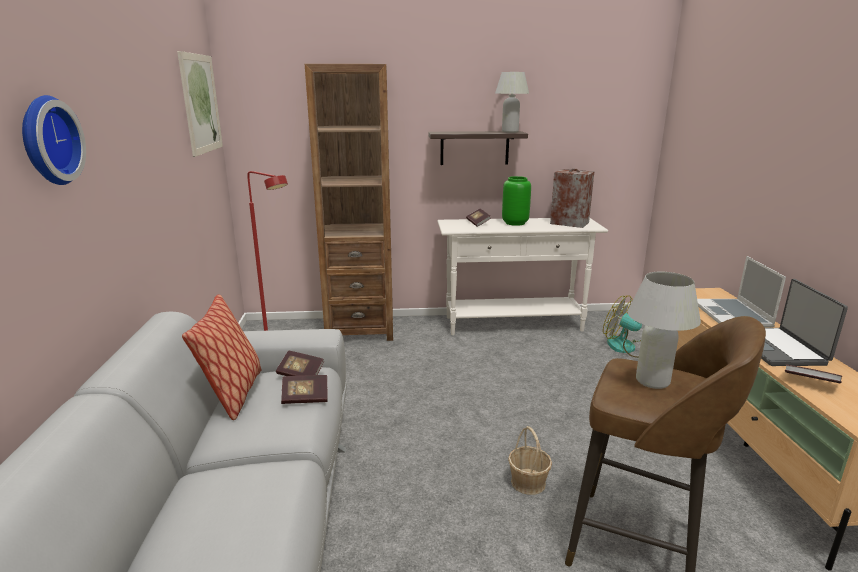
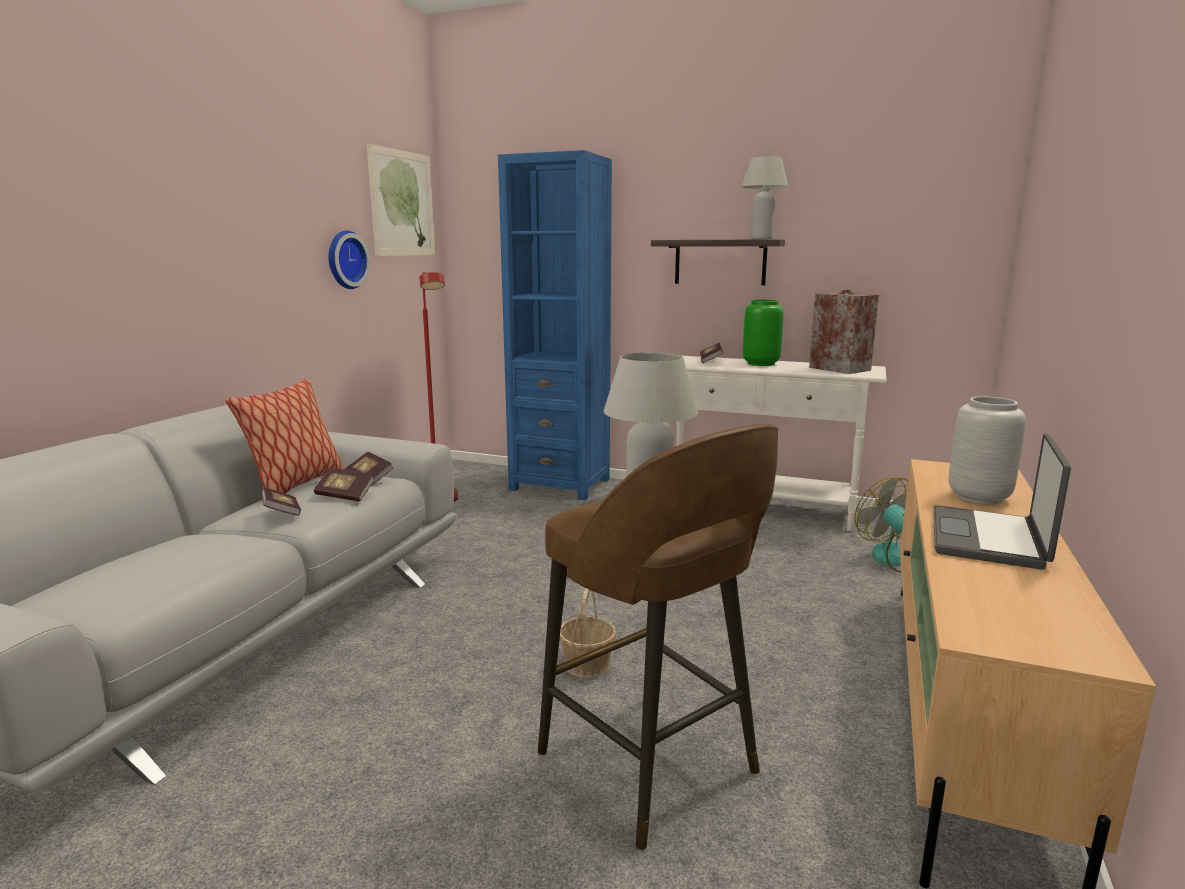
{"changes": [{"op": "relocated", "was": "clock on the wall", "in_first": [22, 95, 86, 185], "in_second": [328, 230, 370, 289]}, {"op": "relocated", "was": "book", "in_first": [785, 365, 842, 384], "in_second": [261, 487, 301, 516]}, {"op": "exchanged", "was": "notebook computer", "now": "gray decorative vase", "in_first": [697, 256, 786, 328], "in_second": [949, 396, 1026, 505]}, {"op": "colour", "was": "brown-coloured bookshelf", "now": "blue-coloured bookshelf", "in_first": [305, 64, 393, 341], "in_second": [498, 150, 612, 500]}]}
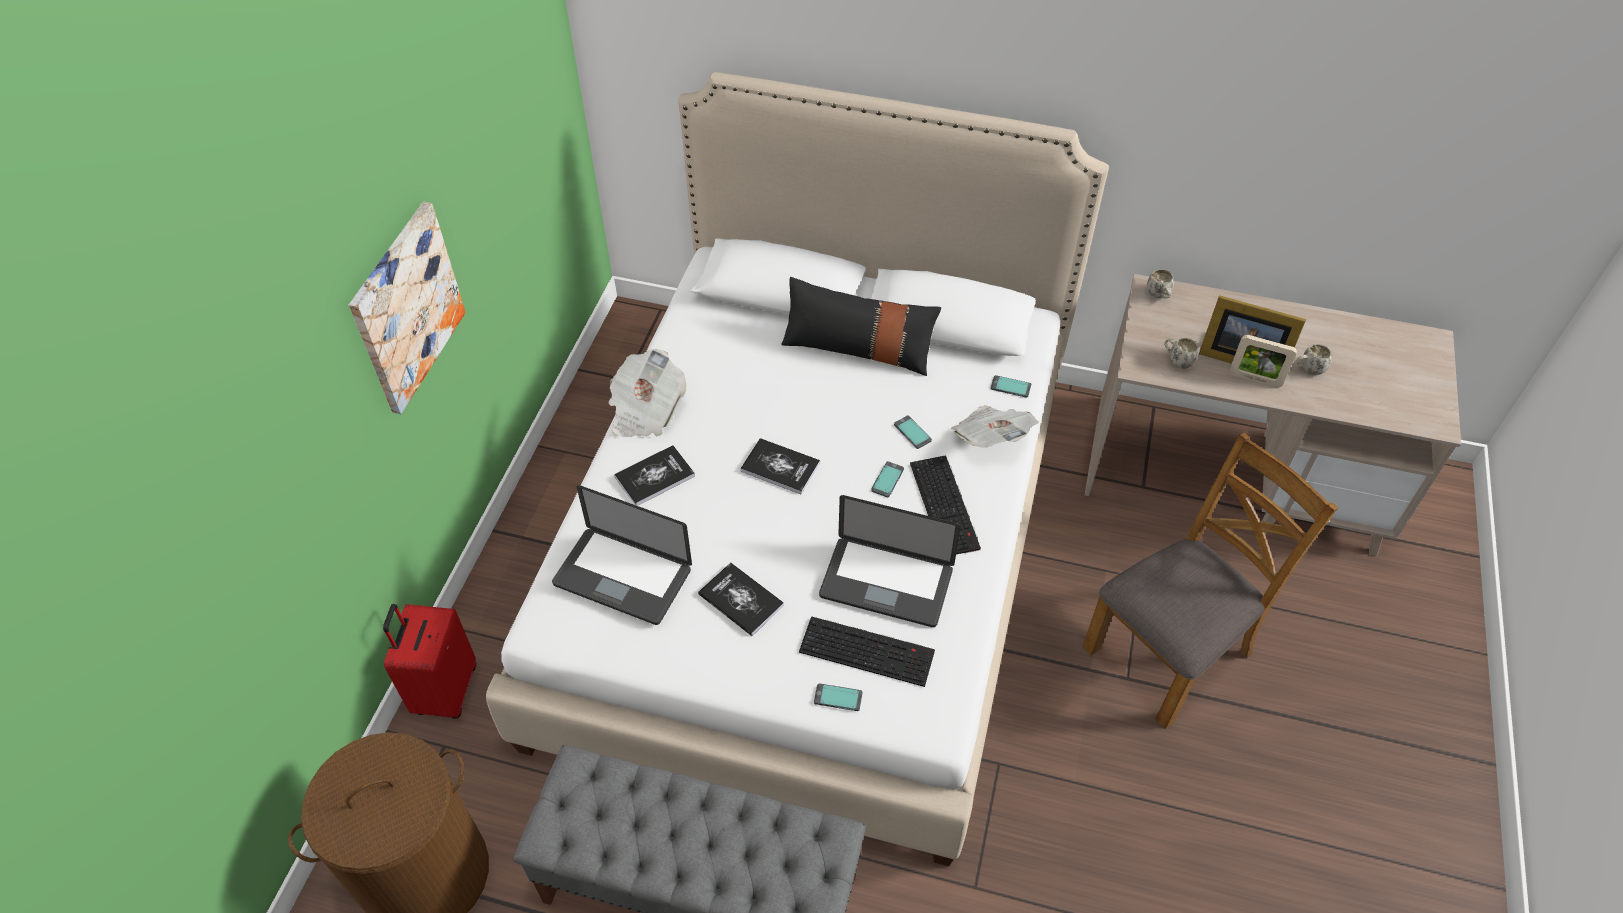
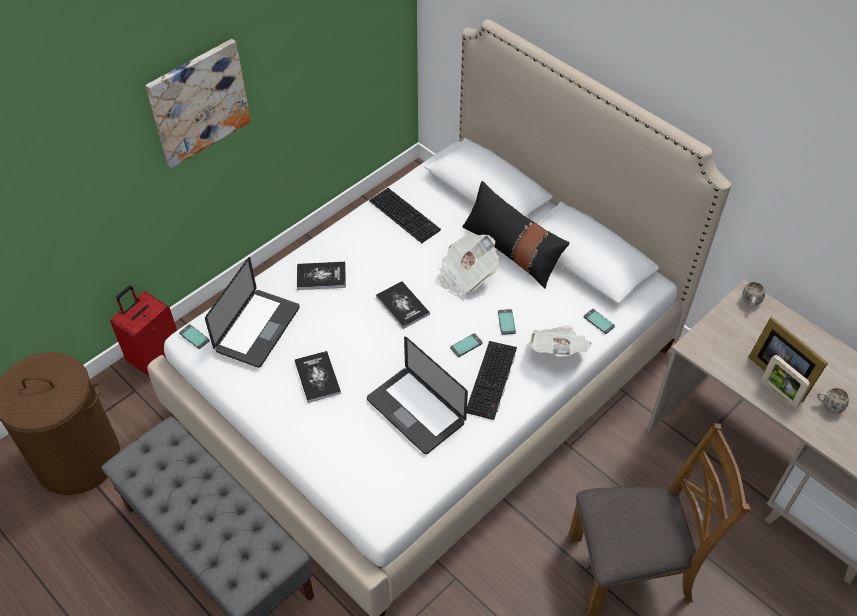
{"changes": [{"op": "missing", "was": "white-coloured tea mug", "in_first": [1164, 338, 1199, 369]}, {"op": "relocated", "was": "newspaper", "in_first": [609, 349, 687, 437], "in_second": [435, 232, 499, 296]}, {"op": "relocated", "was": "computer keyboard", "in_first": [799, 616, 935, 687], "in_second": [369, 188, 441, 243]}, {"op": "relocated", "was": "handset", "in_first": [814, 683, 863, 711], "in_second": [179, 324, 210, 349]}, {"op": "spun", "was": "notebook computer", "in_first": [552, 485, 692, 625], "in_second": [205, 257, 300, 368], "clockwise": -120}]}
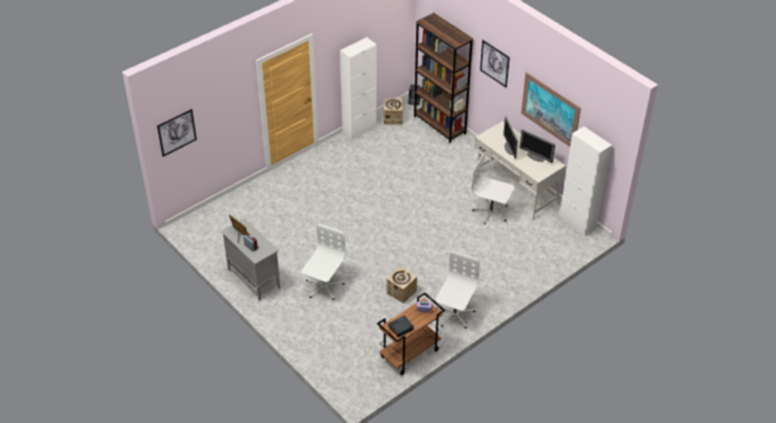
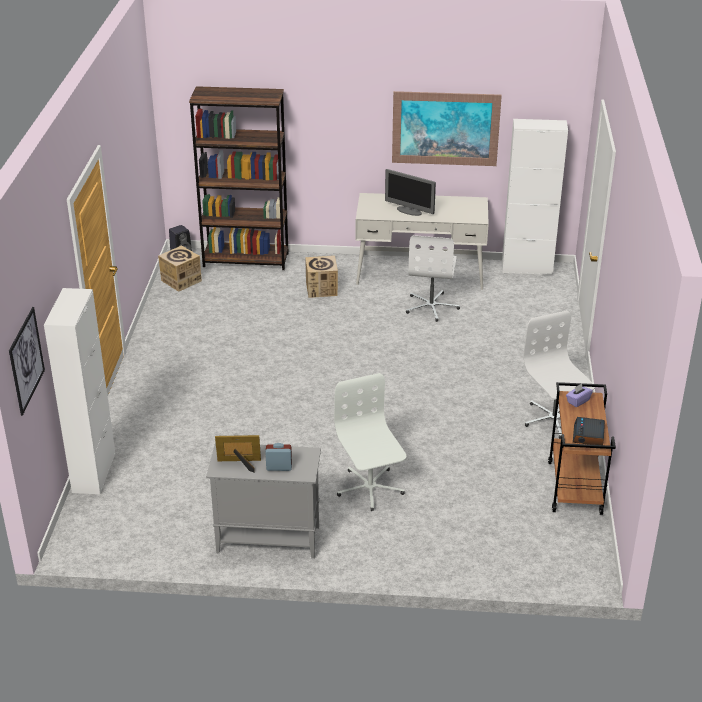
{"changes": [{"op": "missing", "was": "picture", "in_first": [480, 40, 510, 88]}, {"op": "missing", "was": "computer screen", "in_first": [519, 129, 555, 163]}, {"op": "relocated", "was": "white-coloured cabinet", "in_first": [340, 37, 377, 140], "in_second": [44, 288, 115, 495]}, {"op": "relocated", "was": "packing box", "in_first": [386, 267, 417, 303], "in_second": [305, 256, 338, 298]}, {"op": "spun", "was": "white-coloured computer chair", "in_first": [471, 153, 514, 224], "in_second": [406, 235, 460, 322], "clockwise": -60}]}
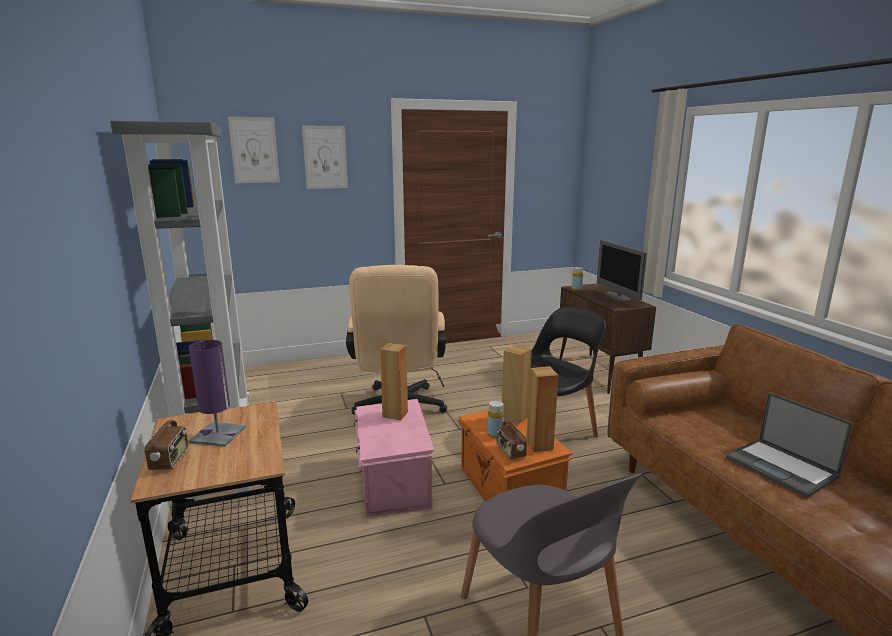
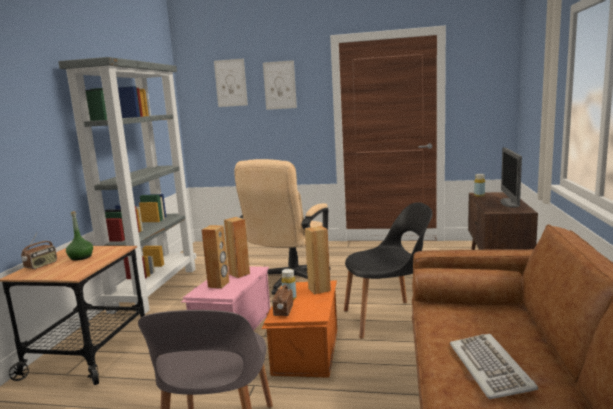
{"changes": [{"op": "relocated", "was": "brown-coloured loudspeaker", "in_first": [527, 366, 559, 452], "in_second": [202, 225, 229, 289]}, {"op": "exchanged", "was": "purple table lamp", "now": "greenish beverage bottle", "in_first": [189, 340, 246, 447], "in_second": [66, 211, 93, 261]}, {"op": "exchanged", "was": "notebook computer", "now": "computer keyboard", "in_first": [726, 392, 854, 498], "in_second": [450, 334, 538, 399]}]}
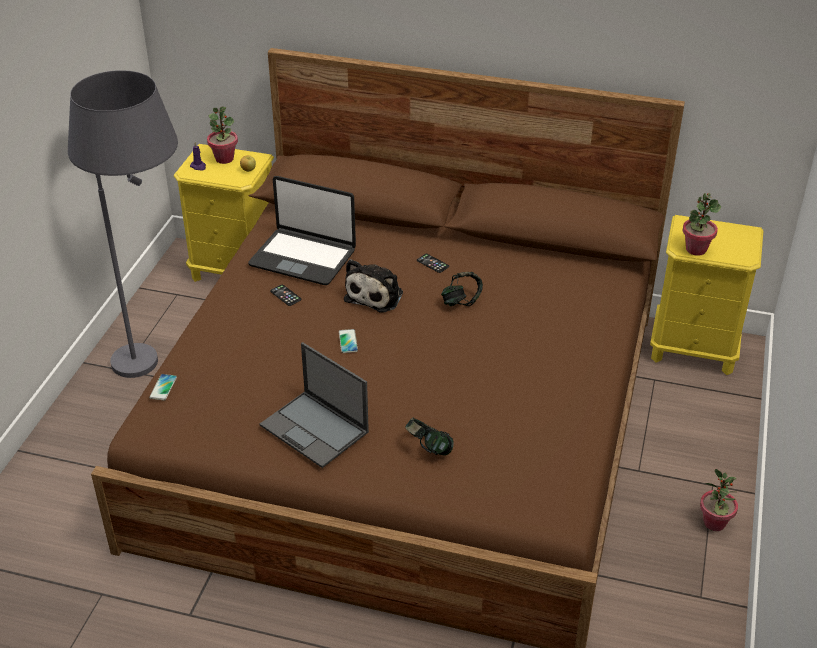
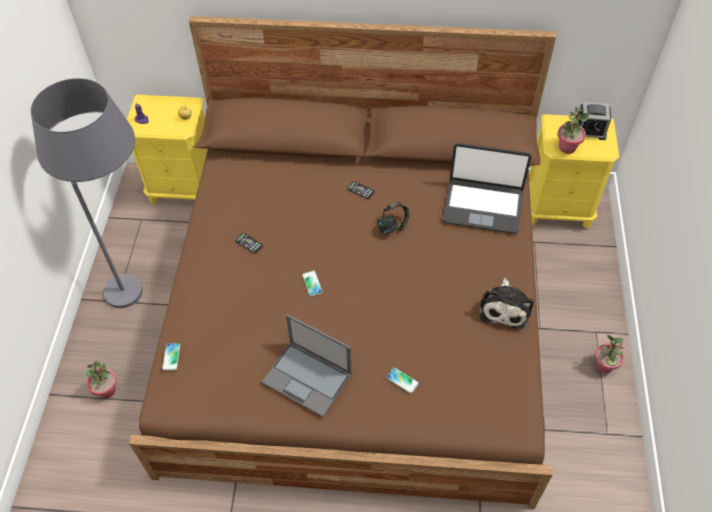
{"changes": [{"op": "appeared", "now": "bedside clock", "in_second": [578, 102, 611, 140]}, {"op": "relocated", "was": "houseplant", "in_first": [207, 106, 238, 164], "in_second": [84, 361, 117, 398]}, {"op": "relocated", "was": "notebook computer", "in_first": [248, 176, 356, 285], "in_second": [443, 143, 531, 234]}, {"op": "relocated", "was": "plush toy", "in_first": [344, 259, 403, 313], "in_second": [480, 278, 534, 330]}, {"op": "exchanged", "was": "pair of headphones", "now": "handset", "in_first": [405, 418, 454, 456], "in_second": [386, 367, 419, 394]}]}
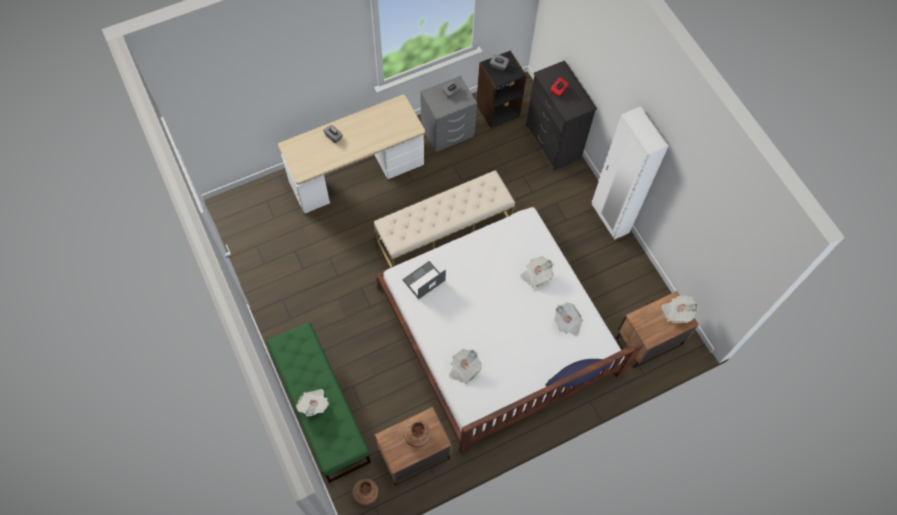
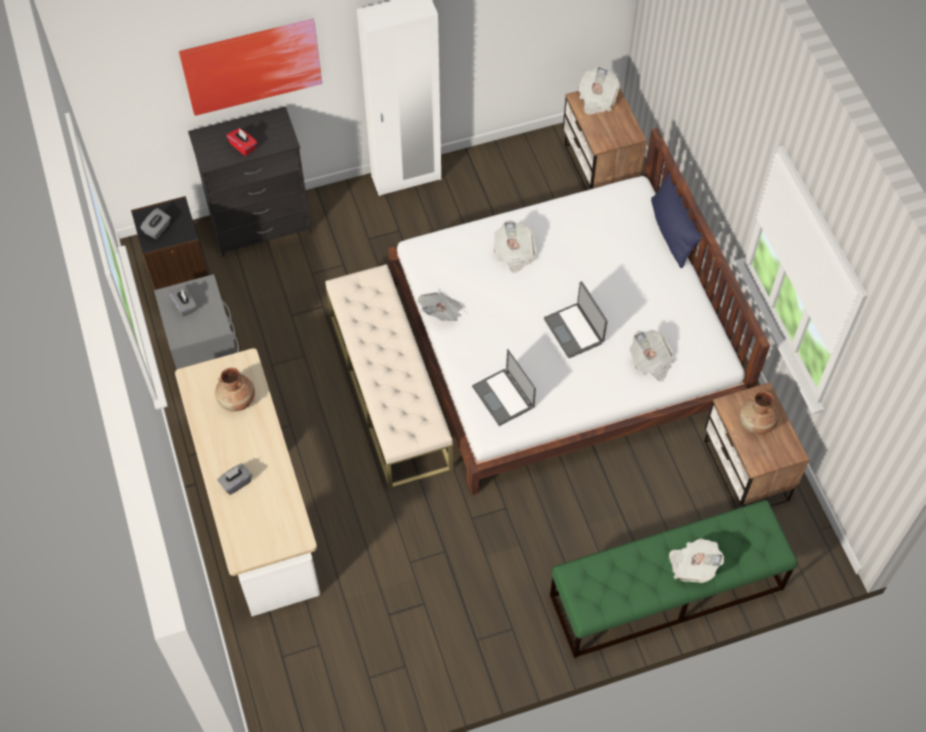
{"changes": [{"op": "appeared", "now": "picture", "in_second": [179, 19, 322, 116]}, {"op": "appeared", "now": "notebook computer", "in_second": [544, 281, 607, 358]}, {"op": "relocated", "was": "brown-coloured decorative vase", "in_first": [353, 479, 378, 505], "in_second": [215, 368, 255, 412]}, {"op": "relocated", "was": "newspaper", "in_first": [554, 303, 583, 336], "in_second": [418, 292, 465, 321]}]}
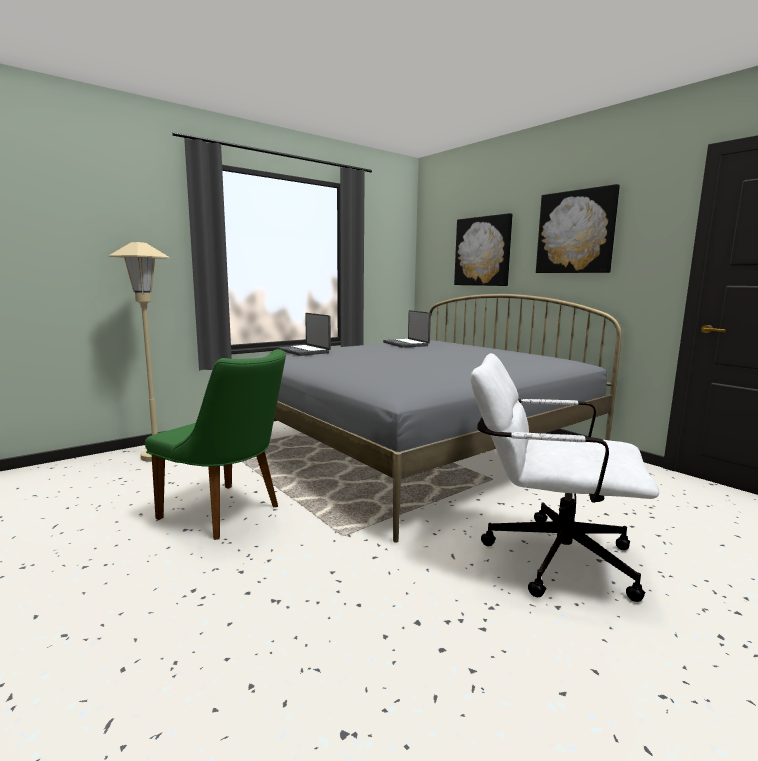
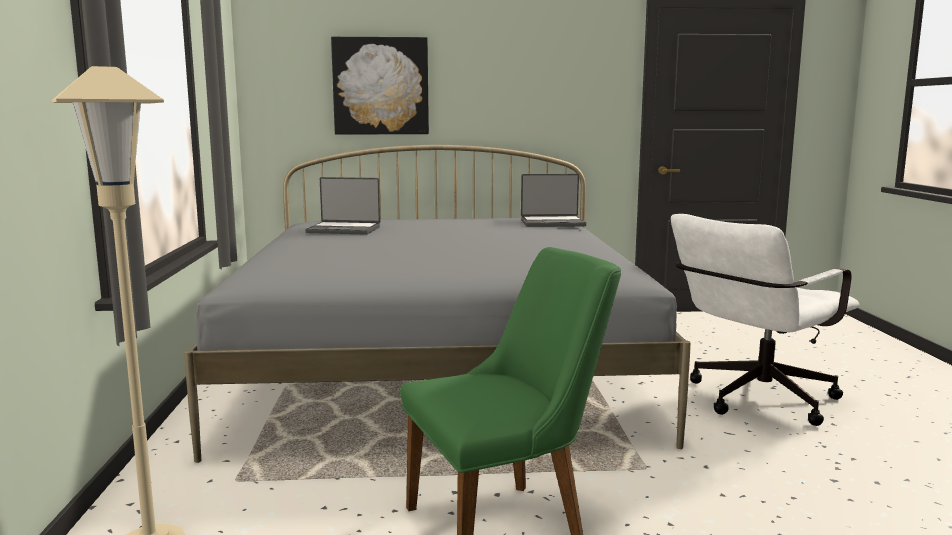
{"changes": [{"op": "missing", "was": "picture", "in_first": [536, 184, 620, 273]}, {"op": "relocated", "was": "notebook computer", "in_first": [277, 313, 331, 356], "in_second": [521, 174, 586, 227]}]}
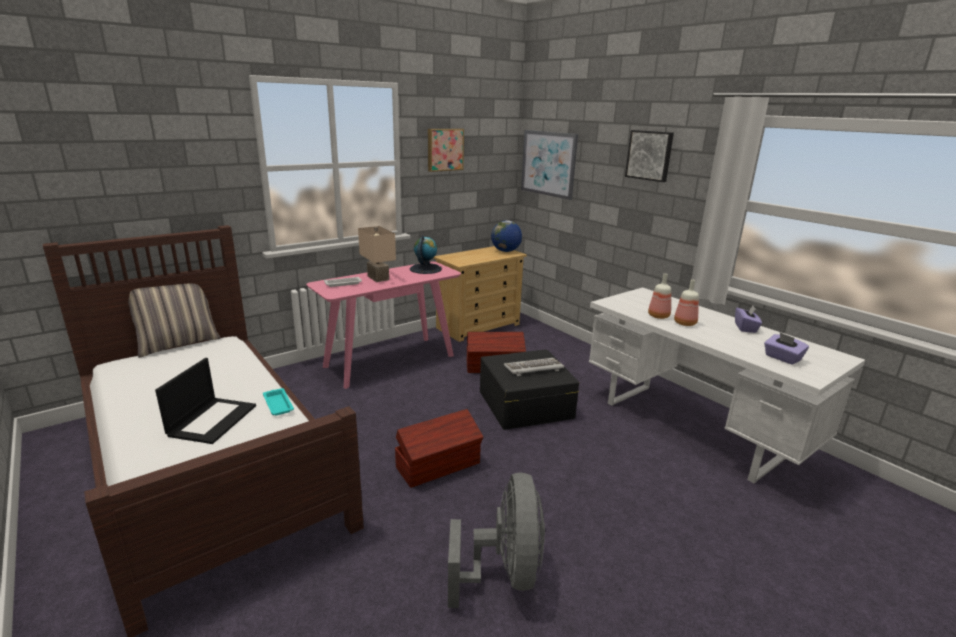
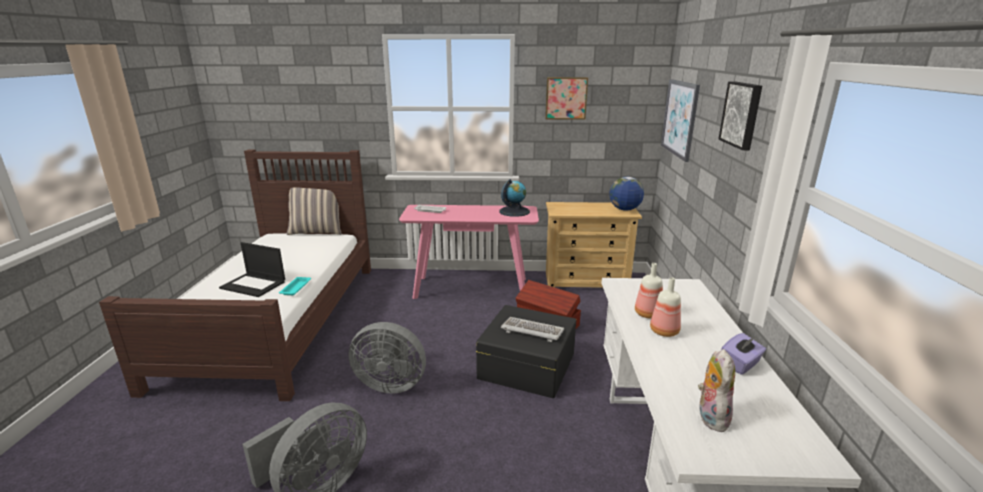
{"changes": [{"op": "missing", "was": "beige-coloured table lamp", "in_first": [358, 226, 396, 282]}, {"op": "exchanged", "was": "brown-coloured storage box", "now": "gray fan", "in_first": [395, 409, 483, 488], "in_second": [349, 322, 426, 393]}, {"op": "exchanged", "was": "purple tissue box", "now": "plush toy", "in_first": [764, 333, 809, 365], "in_second": [698, 349, 735, 432]}, {"op": "spun", "was": "notebook computer", "in_first": [155, 358, 256, 444], "in_second": [219, 242, 285, 297], "clockwise": 60}]}
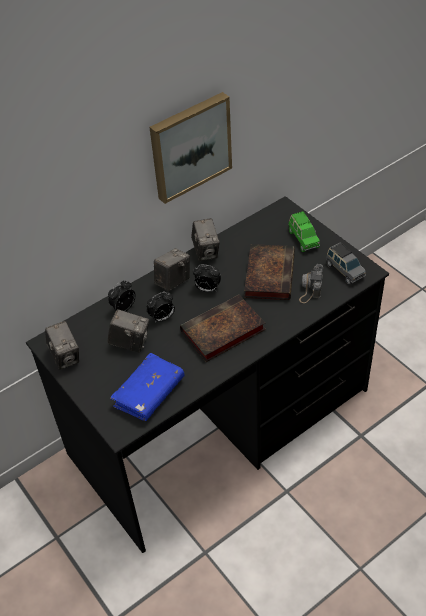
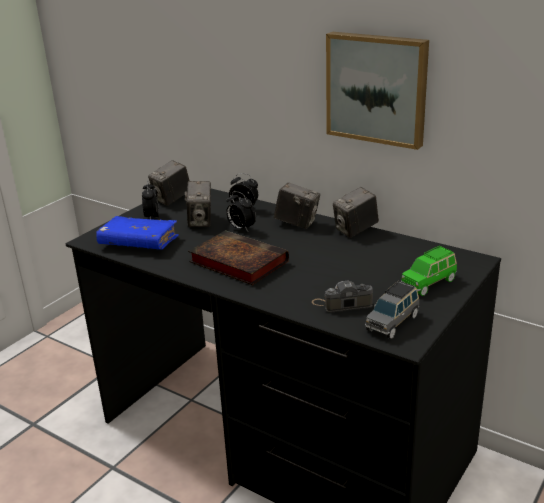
{"changes": [{"op": "missing", "was": "book", "in_first": [244, 244, 295, 300]}, {"op": "relocated", "was": "bedside clock", "in_first": [193, 265, 221, 293], "in_second": [142, 181, 159, 219]}]}
